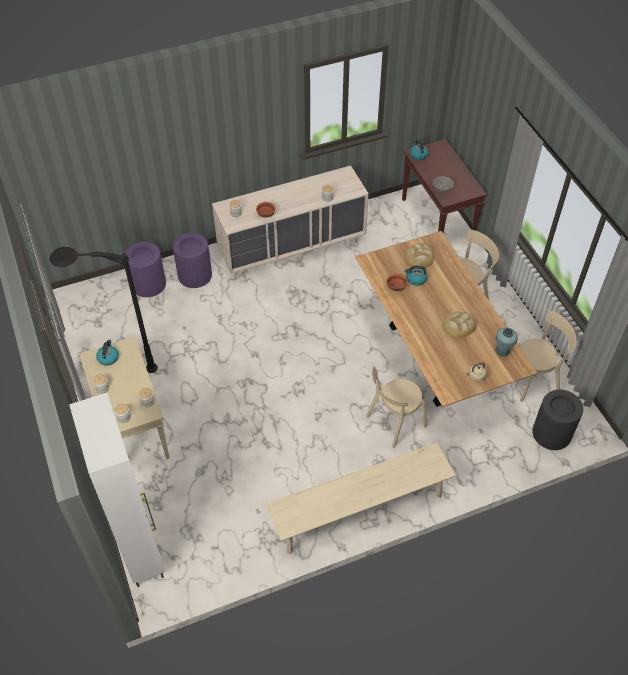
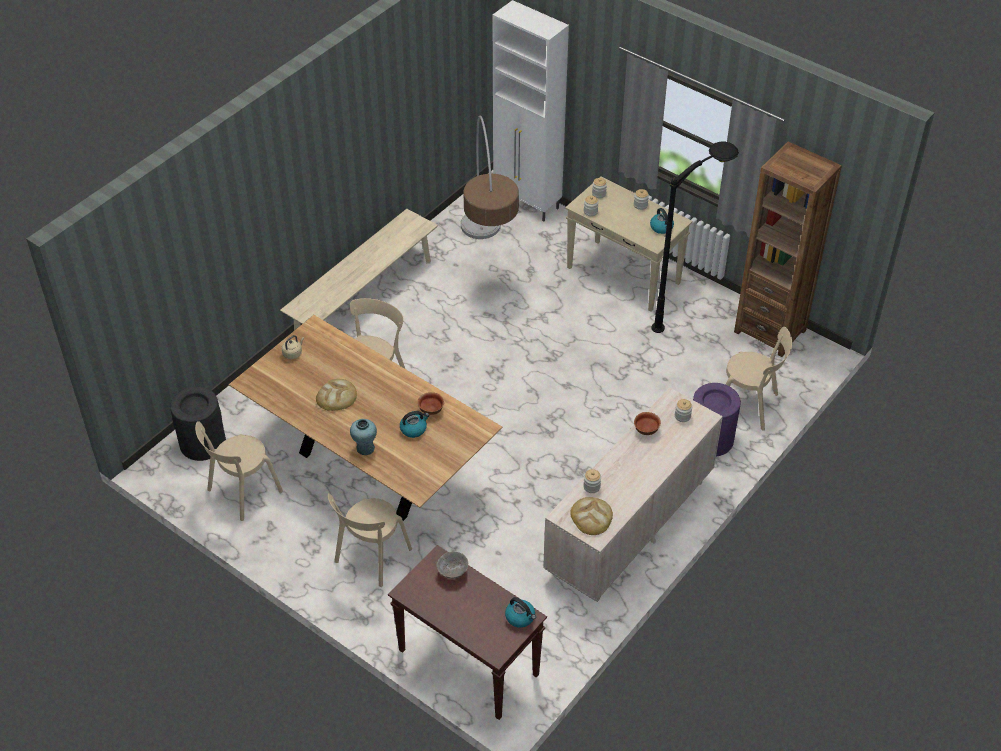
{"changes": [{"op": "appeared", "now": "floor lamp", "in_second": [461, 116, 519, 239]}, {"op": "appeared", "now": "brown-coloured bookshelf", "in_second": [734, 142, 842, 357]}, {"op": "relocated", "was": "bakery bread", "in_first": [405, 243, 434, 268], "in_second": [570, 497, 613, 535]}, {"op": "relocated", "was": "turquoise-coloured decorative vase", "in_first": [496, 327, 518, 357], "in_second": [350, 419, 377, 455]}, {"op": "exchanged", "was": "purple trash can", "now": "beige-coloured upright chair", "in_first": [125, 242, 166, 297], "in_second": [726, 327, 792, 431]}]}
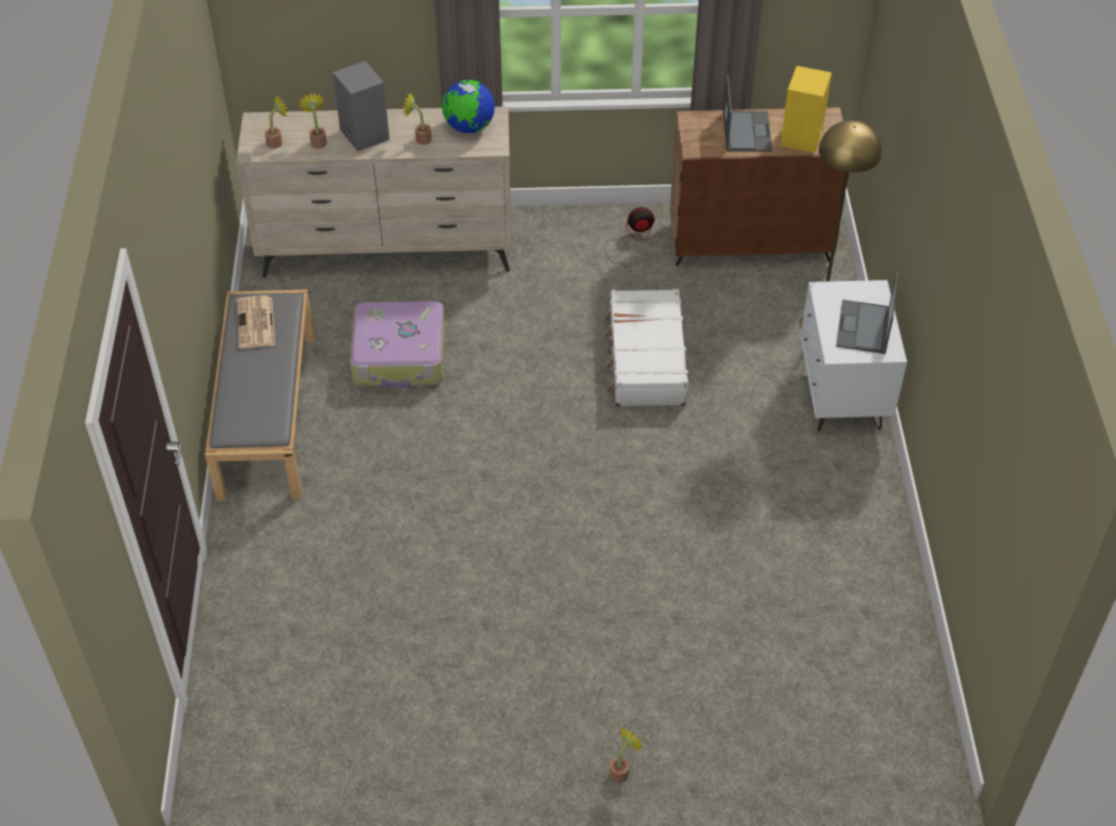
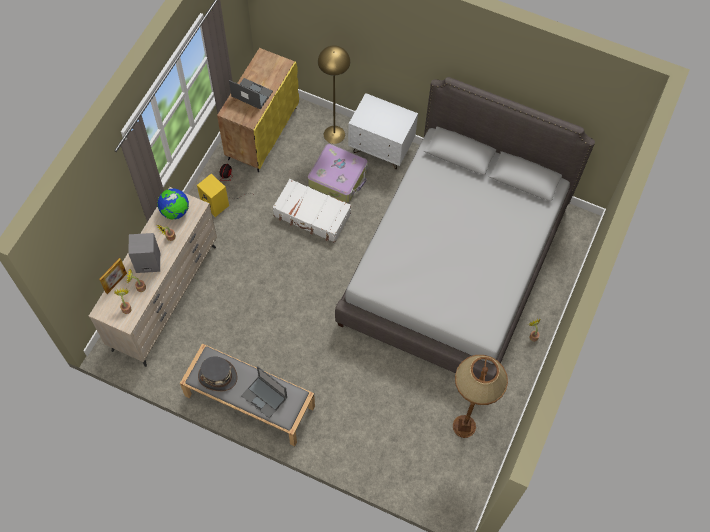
{"changes": [{"op": "appeared", "now": "photo frame", "in_second": [99, 258, 127, 294]}, {"op": "appeared", "now": "gray bedroom bed", "in_second": [335, 77, 595, 381]}, {"op": "appeared", "now": "brown-coloured floor lamp", "in_second": [453, 355, 508, 438]}, {"op": "relocated", "was": "suitcase", "in_first": [350, 301, 445, 388], "in_second": [308, 144, 368, 203]}, {"op": "relocated", "was": "yellow loudspeaker", "in_first": [780, 66, 832, 153], "in_second": [197, 174, 229, 217]}, {"op": "relocated", "was": "notebook computer", "in_first": [836, 271, 898, 354], "in_second": [241, 366, 287, 418]}, {"op": "exchanged", "was": "newspaper", "now": "gray clothing hat", "in_first": [237, 295, 275, 348], "in_second": [198, 356, 237, 392]}, {"op": "colour", "was": "brown-coloured cabinet", "now": "yellow cabinet", "in_first": [670, 107, 849, 266], "in_second": [217, 48, 299, 172]}]}
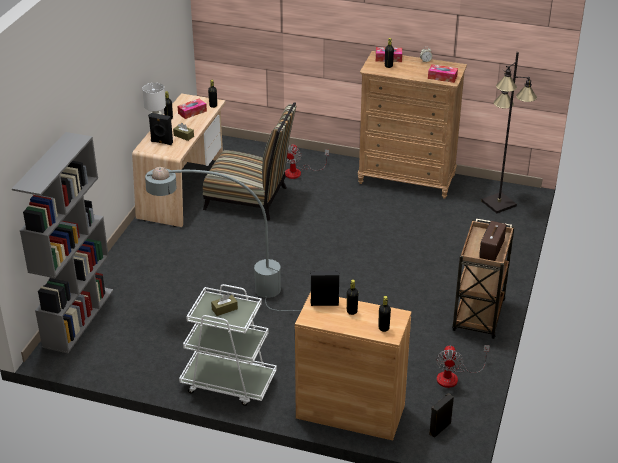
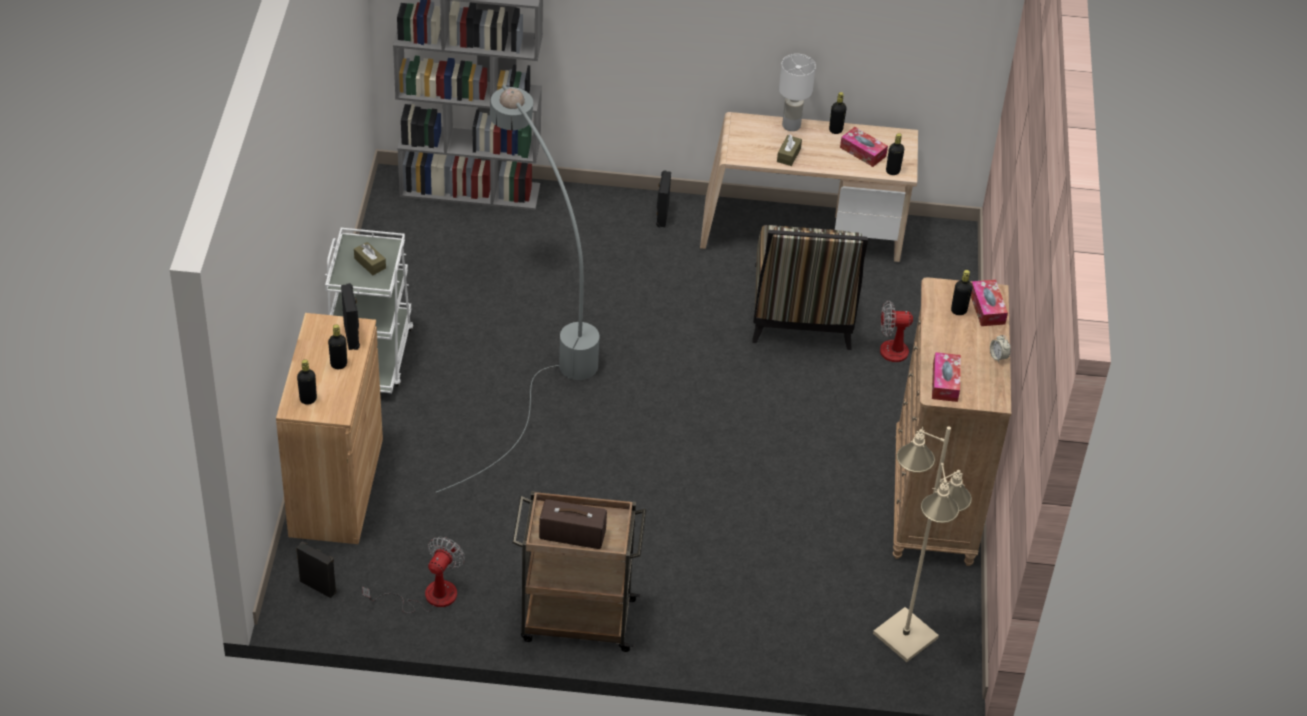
{"changes": [{"op": "relocated", "was": "black-coloured loudspeaker", "in_first": [148, 113, 173, 145], "in_second": [656, 170, 671, 228]}, {"op": "colour", "was": "black-coloured floor lamp", "now": "beige-coloured floor lamp", "in_first": [481, 52, 537, 214], "in_second": [873, 426, 972, 662]}, {"op": "spun", "was": "fan", "in_first": [436, 345, 490, 388], "in_second": [362, 537, 465, 613], "clockwise": 120}]}
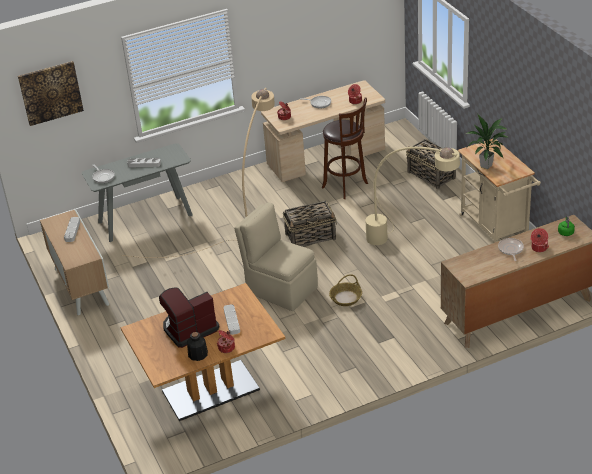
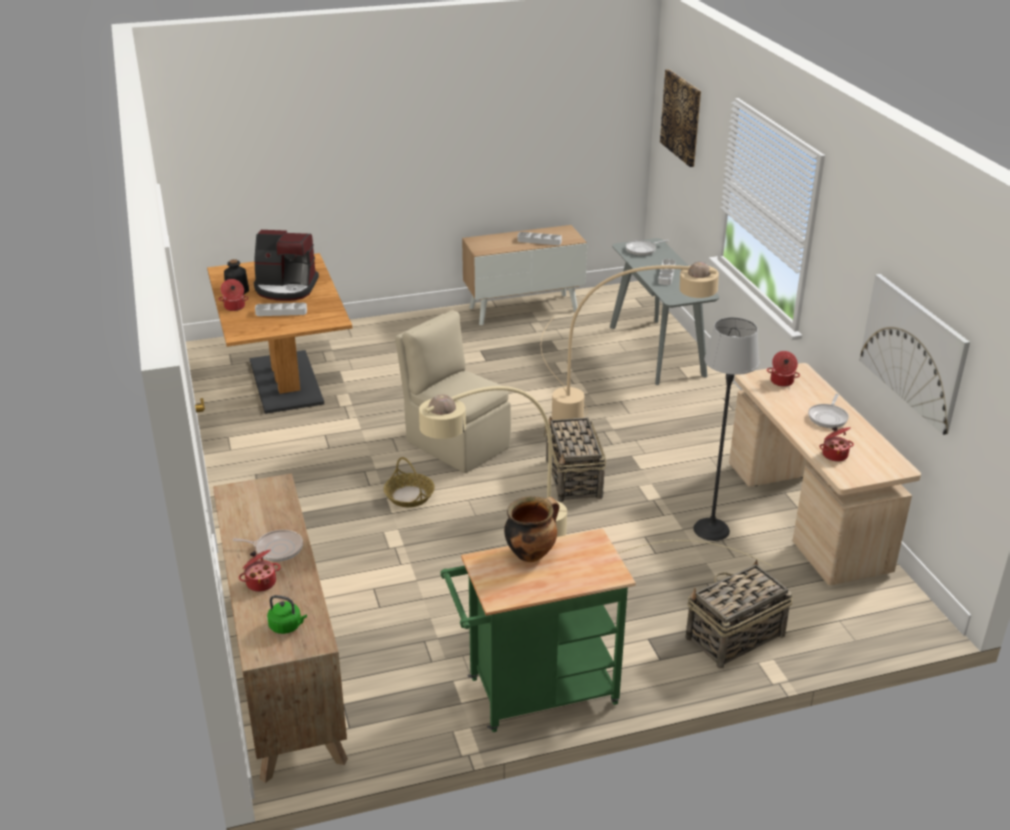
{"changes": [{"op": "appeared", "now": "picture", "in_second": [859, 274, 970, 435]}, {"op": "exchanged", "was": "brown-coloured sitting stool", "now": "floor lamp", "in_first": [322, 97, 368, 199], "in_second": [693, 317, 759, 541]}, {"op": "exchanged", "was": "houseplant", "now": "saucepot", "in_first": [465, 115, 508, 169], "in_second": [504, 496, 559, 562]}, {"op": "colour", "was": "beige-coloured trolley", "now": "greenish trolley", "in_first": [458, 138, 541, 243], "in_second": [440, 528, 636, 732]}, {"op": "spun", "was": "coffee maker", "in_first": [159, 287, 220, 348], "in_second": [254, 230, 319, 301], "clockwise": 120}, {"op": "spun", "was": "beige-coloured upright chair", "in_first": [234, 202, 318, 311], "in_second": [395, 310, 511, 473], "clockwise": -90}]}
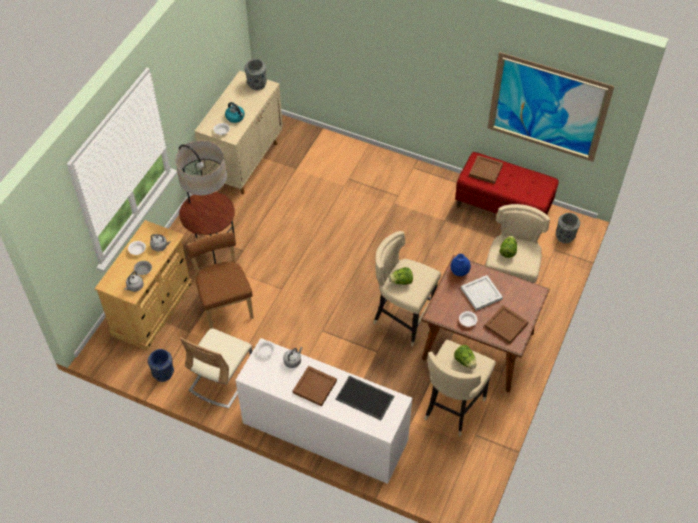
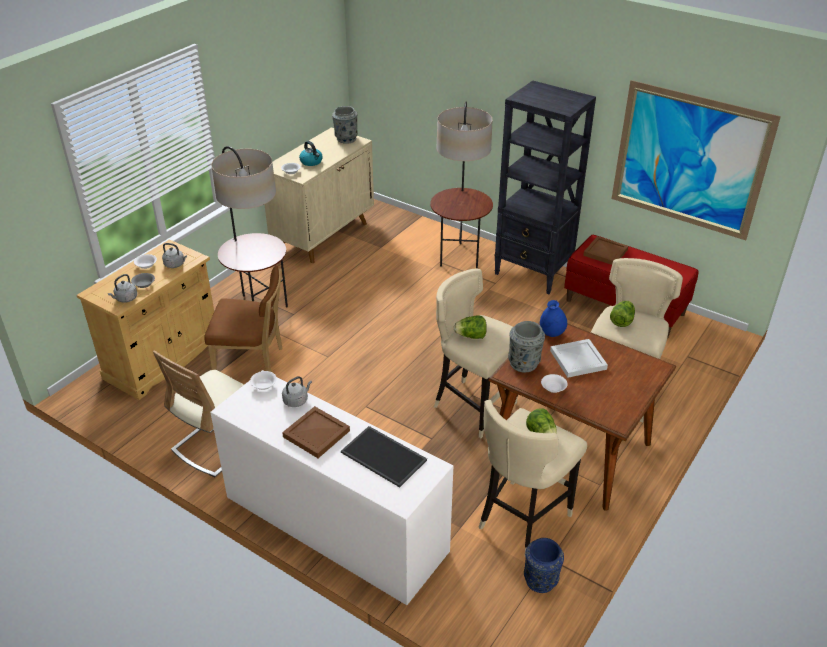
{"changes": [{"op": "missing", "was": "brown-coloured tray", "in_first": [484, 305, 528, 344]}, {"op": "appeared", "now": "floor lamp", "in_second": [430, 102, 493, 268]}, {"op": "appeared", "now": "black-coloured bookshelf", "in_second": [494, 81, 596, 294]}, {"op": "relocated", "was": "blue-coloured decorative vase", "in_first": [148, 349, 174, 382], "in_second": [524, 538, 564, 593]}, {"op": "relocated", "was": "gray decorative vase", "in_first": [556, 213, 580, 243], "in_second": [508, 321, 545, 372]}, {"op": "spun", "was": "brown-coloured upright chair", "in_first": [187, 232, 254, 329], "in_second": [204, 265, 283, 372], "clockwise": 105}]}
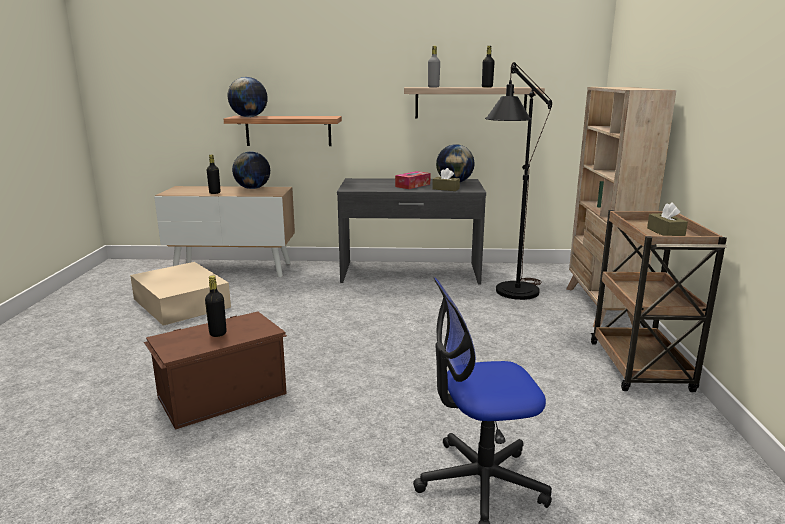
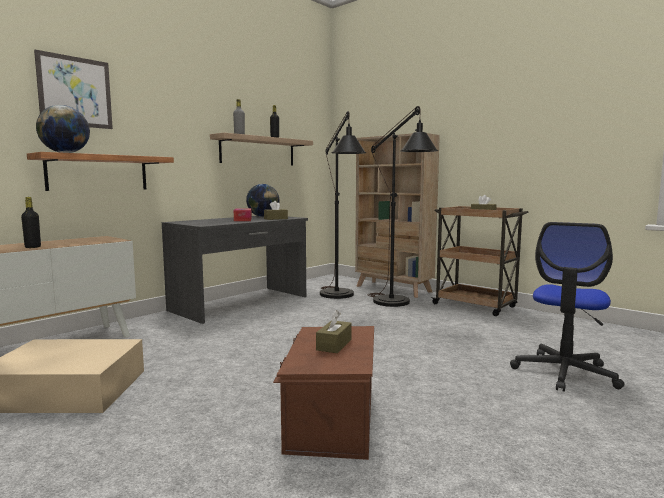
{"changes": [{"op": "missing", "was": "globe", "in_first": [232, 152, 270, 189]}, {"op": "appeared", "now": "picture", "in_second": [34, 50, 113, 129]}, {"op": "appeared", "now": "black-coloured floor lamp", "in_second": [368, 106, 438, 307]}, {"op": "exchanged", "was": "black-coloured beverage bottle", "now": "brown-coloured tissue box", "in_first": [205, 275, 227, 337], "in_second": [316, 310, 352, 353]}]}
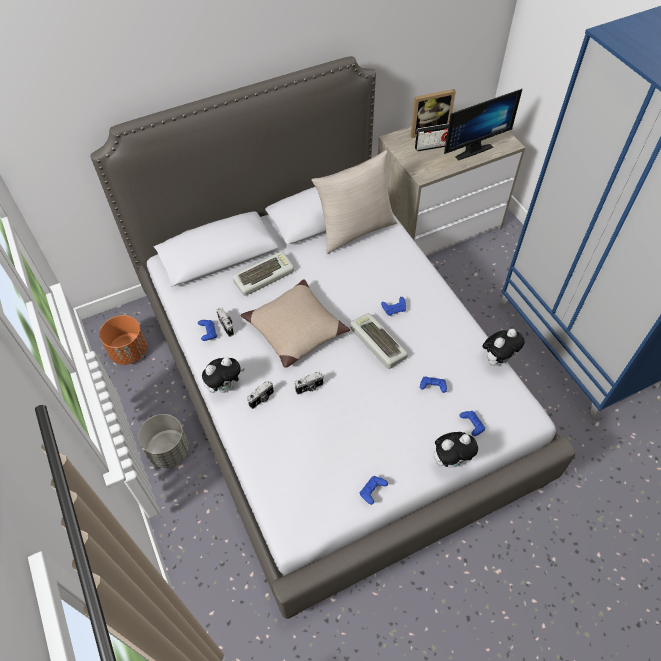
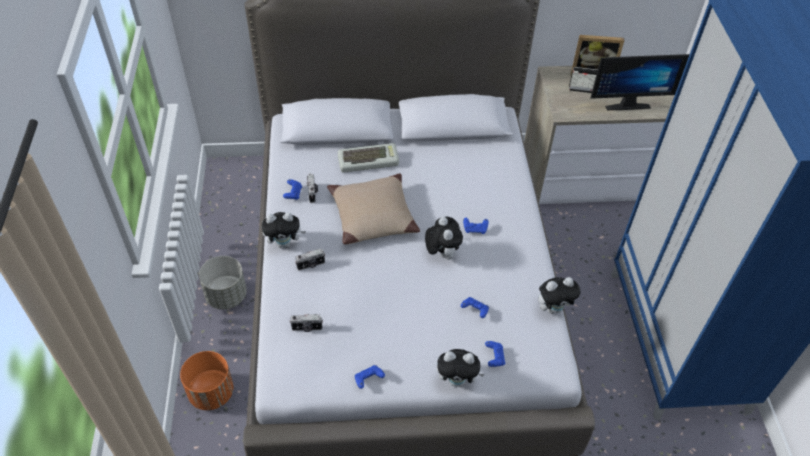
{"changes": [{"op": "missing", "was": "beige-coloured throw pillow", "in_first": [312, 150, 397, 254]}, {"op": "relocated", "was": "orangey flower pot", "in_first": [99, 315, 147, 365], "in_second": [180, 351, 234, 410]}, {"op": "relocated", "was": "photo camera", "in_first": [294, 372, 324, 395], "in_second": [290, 314, 323, 332]}, {"op": "exchanged", "was": "computer keyboard", "now": "plush toy", "in_first": [350, 313, 408, 369], "in_second": [425, 217, 463, 260]}]}
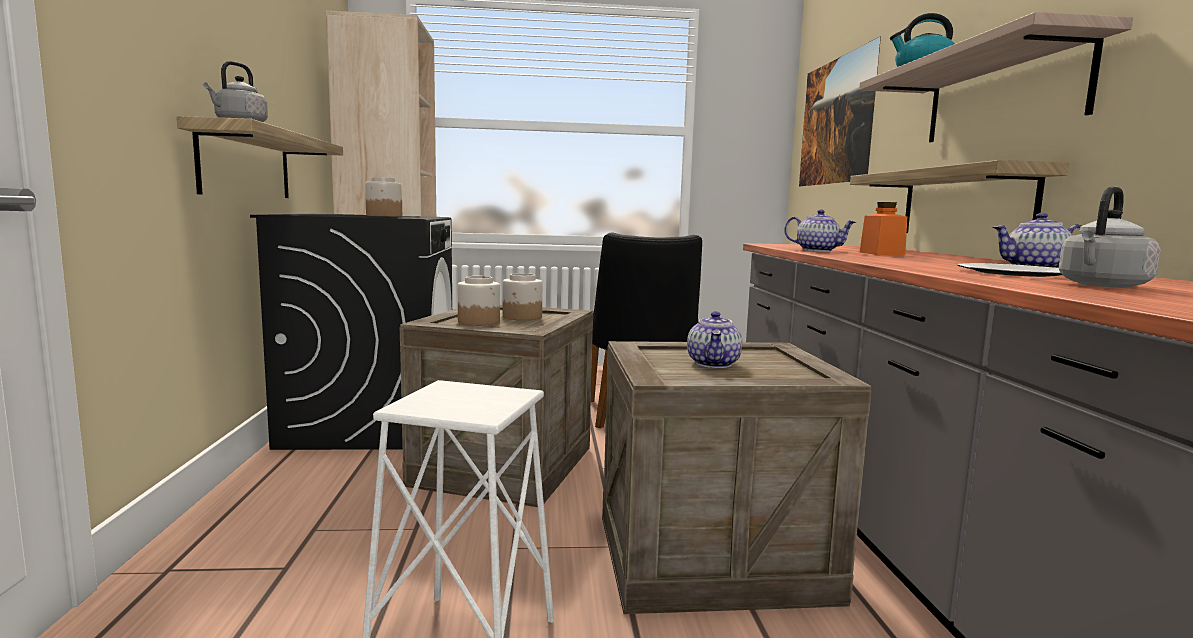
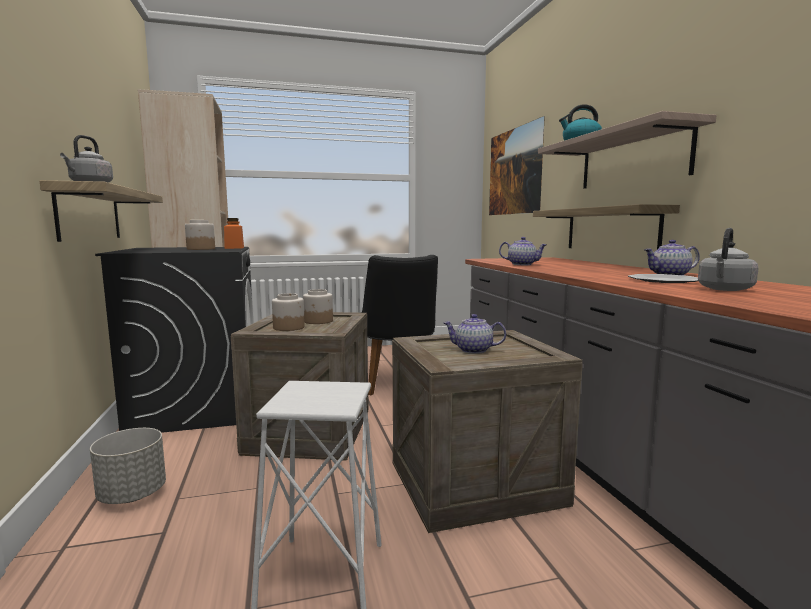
{"changes": [{"op": "appeared", "now": "gray flower pot", "in_second": [90, 428, 166, 504]}, {"op": "relocated", "was": "orangey preserve jar", "in_first": [860, 202, 907, 256], "in_second": [224, 218, 244, 249]}, {"op": "spun", "was": "tea pot", "in_first": [687, 311, 742, 368], "in_second": [444, 314, 506, 354], "clockwise": 105}]}
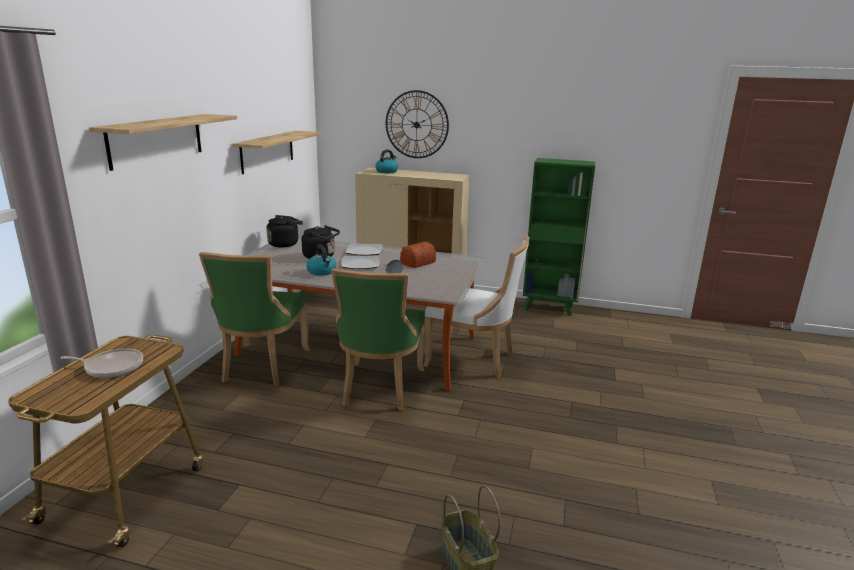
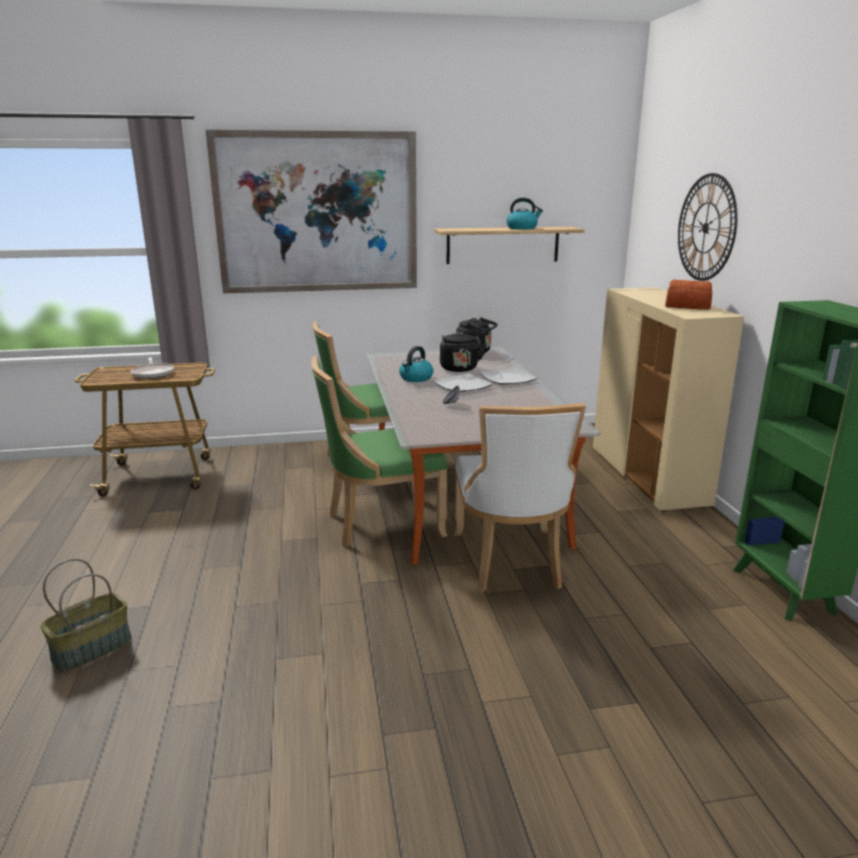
{"changes": [{"op": "relocated", "was": "kettle", "in_first": [376, 150, 398, 173], "in_second": [507, 198, 543, 230]}, {"op": "relocated", "was": "bakery bread", "in_first": [400, 242, 436, 268], "in_second": [665, 280, 712, 310]}, {"op": "exchanged", "was": "shelf", "now": "picture", "in_first": [89, 114, 237, 171], "in_second": [206, 130, 417, 293]}]}
